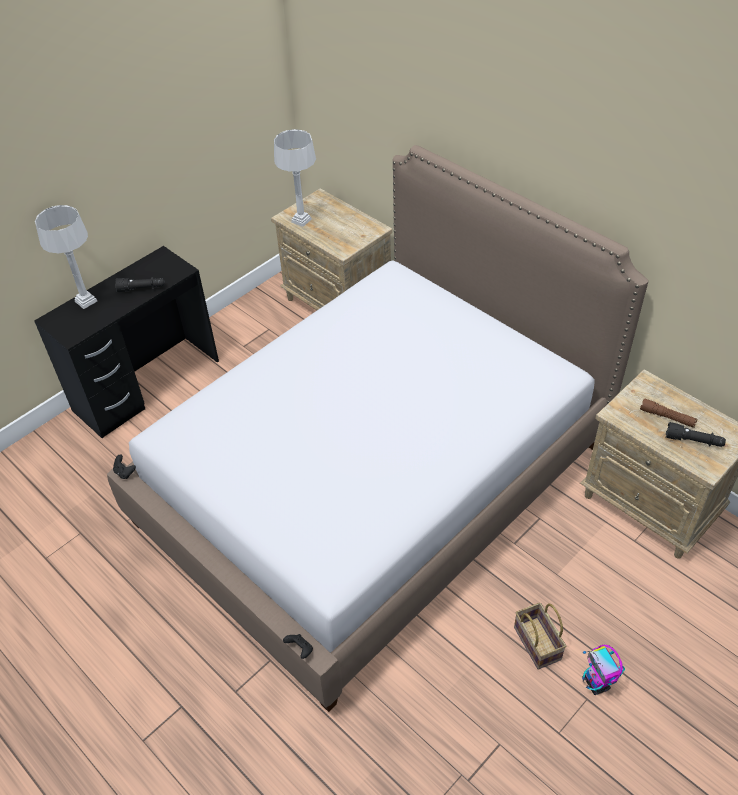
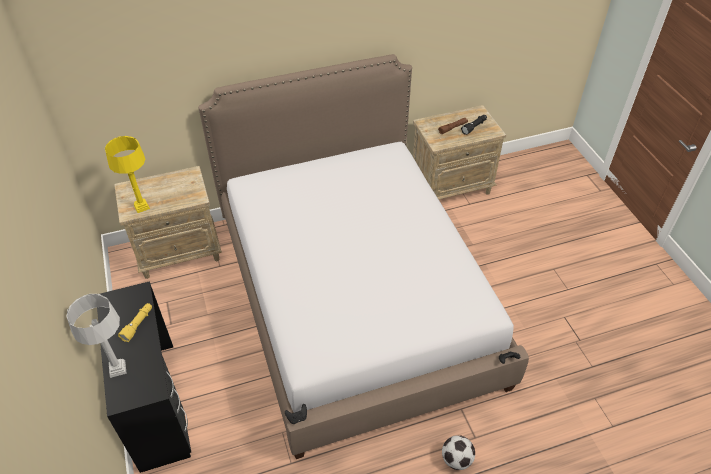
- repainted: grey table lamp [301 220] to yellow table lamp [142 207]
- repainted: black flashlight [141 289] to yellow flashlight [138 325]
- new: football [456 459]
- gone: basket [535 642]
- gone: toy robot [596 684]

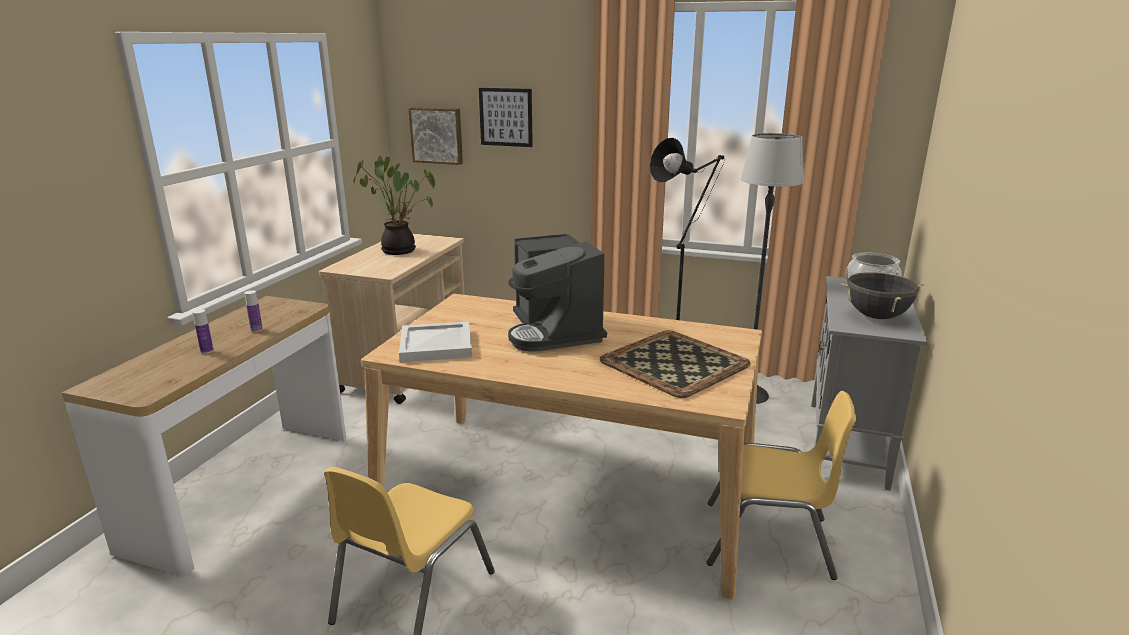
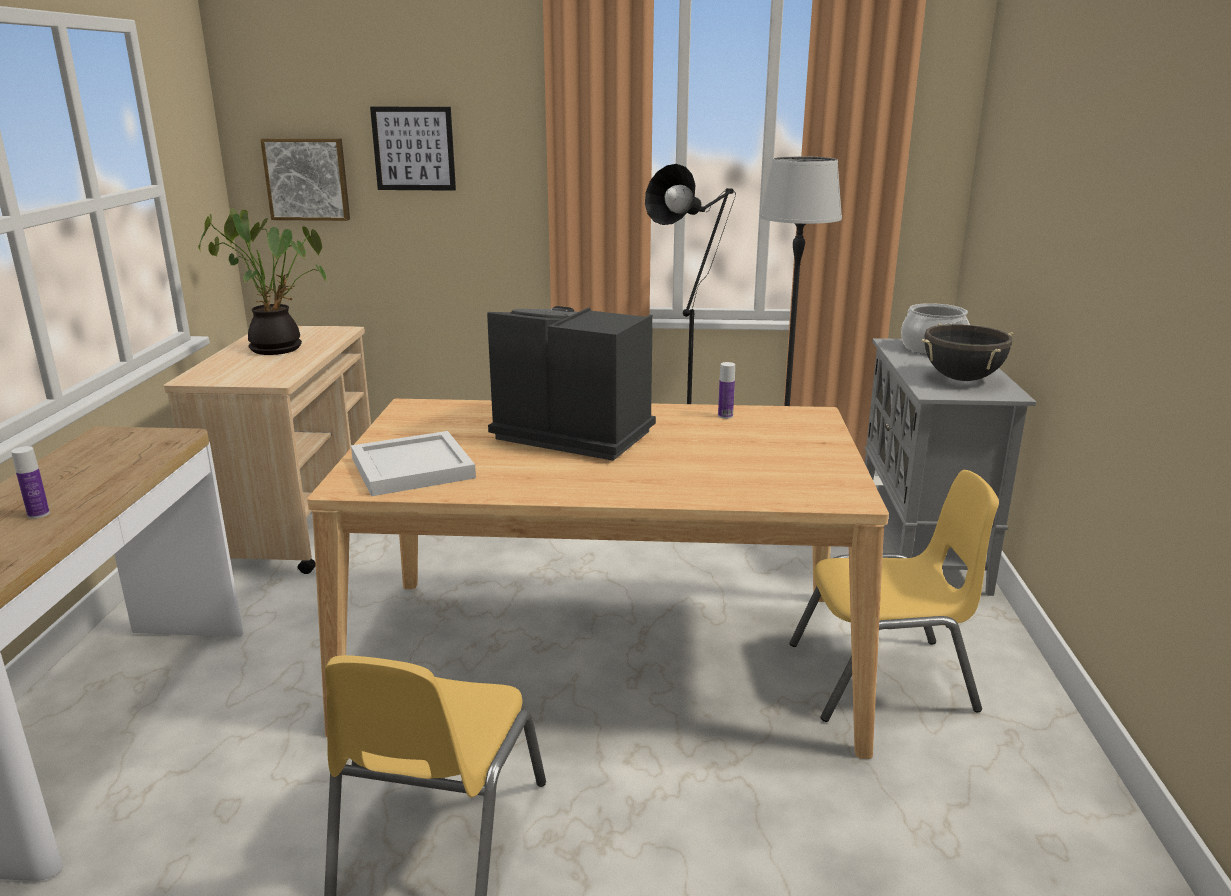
- rotated: coffee machine [554 331] = [571 434] 150 degrees clockwise
- shifted: bottle [256 329] to [725 416]
- gone: tray [674 364]

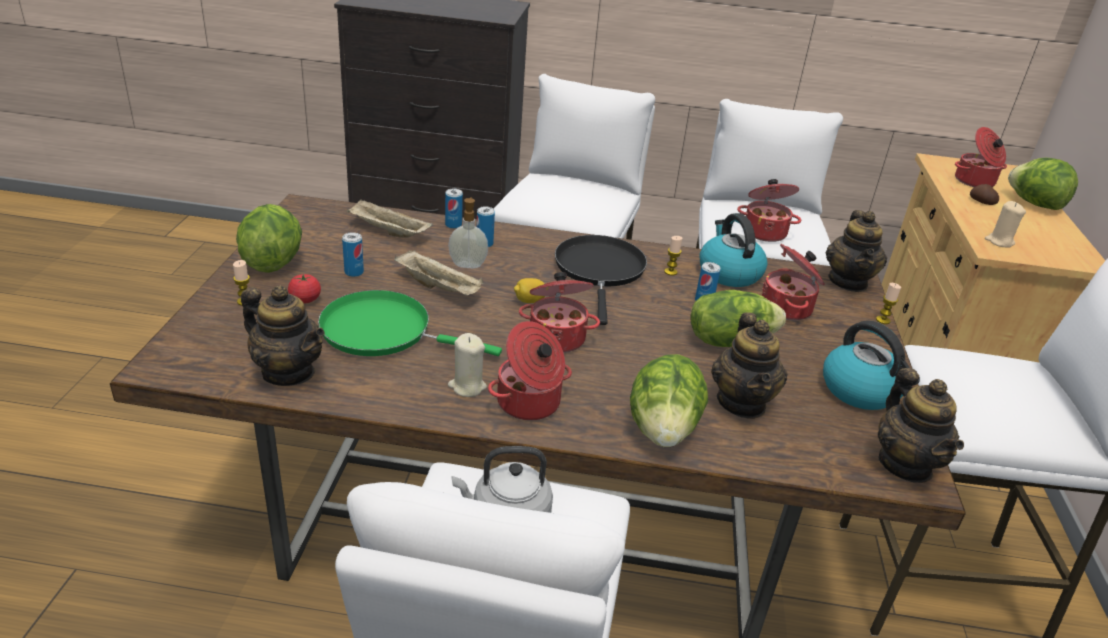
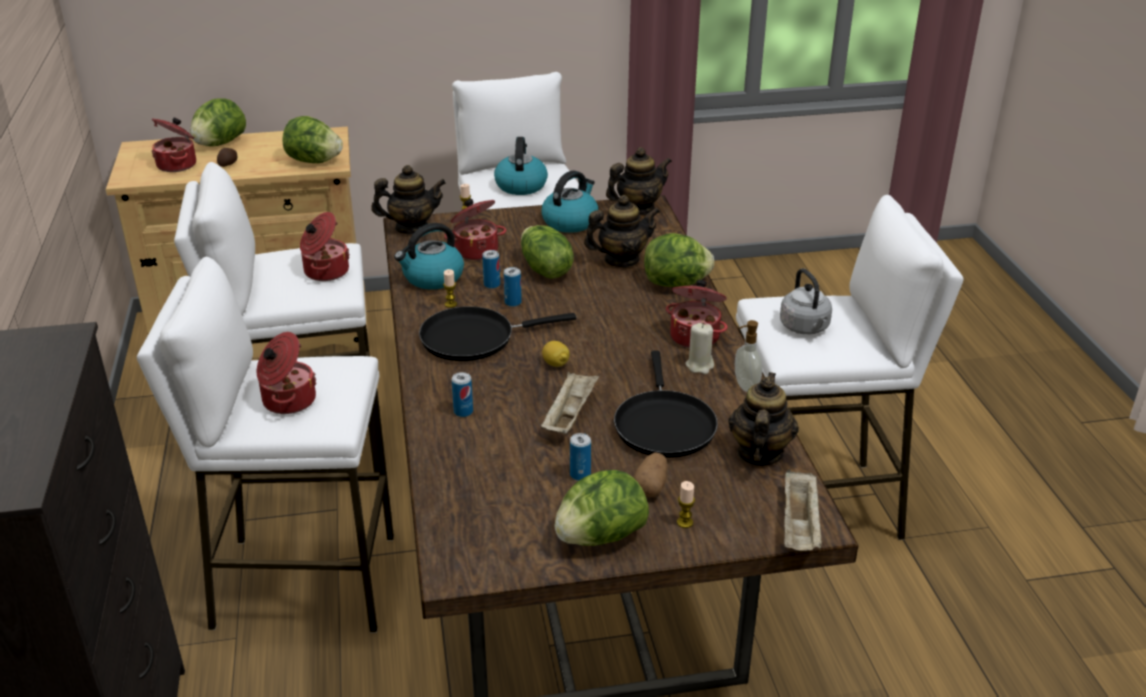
- shifted: cooking pot [557 337] to [287 400]
- swapped: beige candle [999 241] to lettuce [313 161]
- new: kettle [520 185]
- shifted: can [453 225] to [513 302]
- repainted: green frying pan [383 331] to black frying pan [663 424]
- swapped: tomato [305 300] to potato [651 486]
- shifted: soap dispenser [468 264] to [745 386]
- shifted: beige tray [387 231] to [800 526]

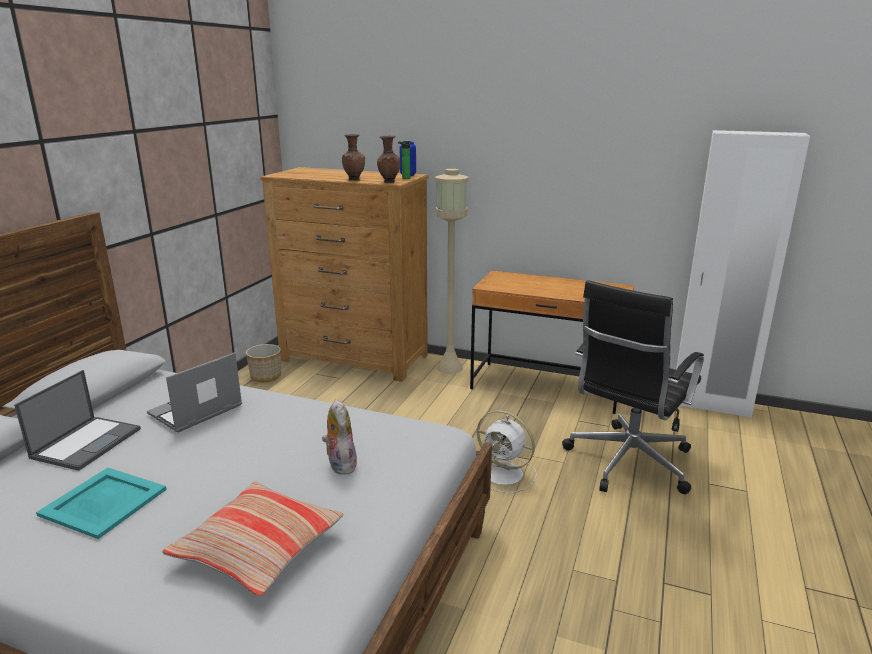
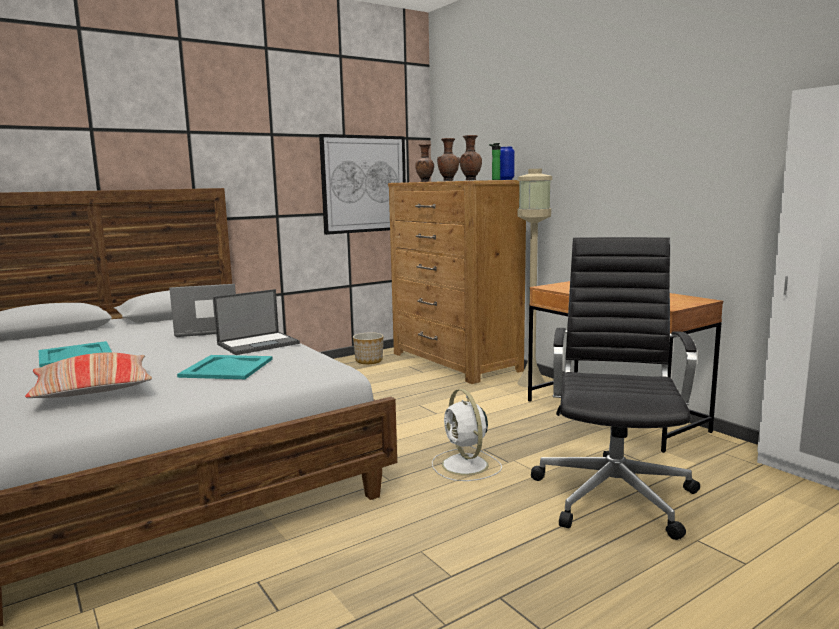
- swapped: plush toy [340 464] to turquoise tray [227 368]
- shifted: laptop [87 442] to [259 344]
- new: picture [364 184]
- new: brown vase [425 181]
- rotated: black office chair [627 463] = [614 493] 120 degrees clockwise

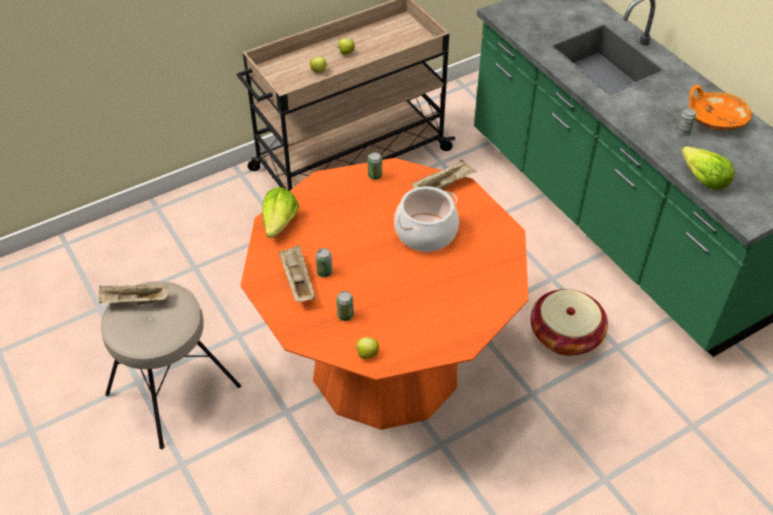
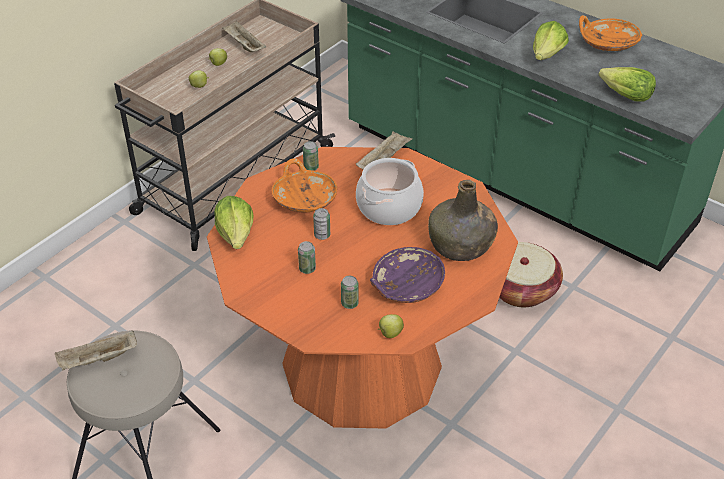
- shifted: beige tray [297 281] to [244 45]
- new: orange bowl [304 199]
- shifted: can [682 132] to [322 235]
- new: purple bowl [406 285]
- new: green bottle [461 245]
- new: lettuce [547 55]

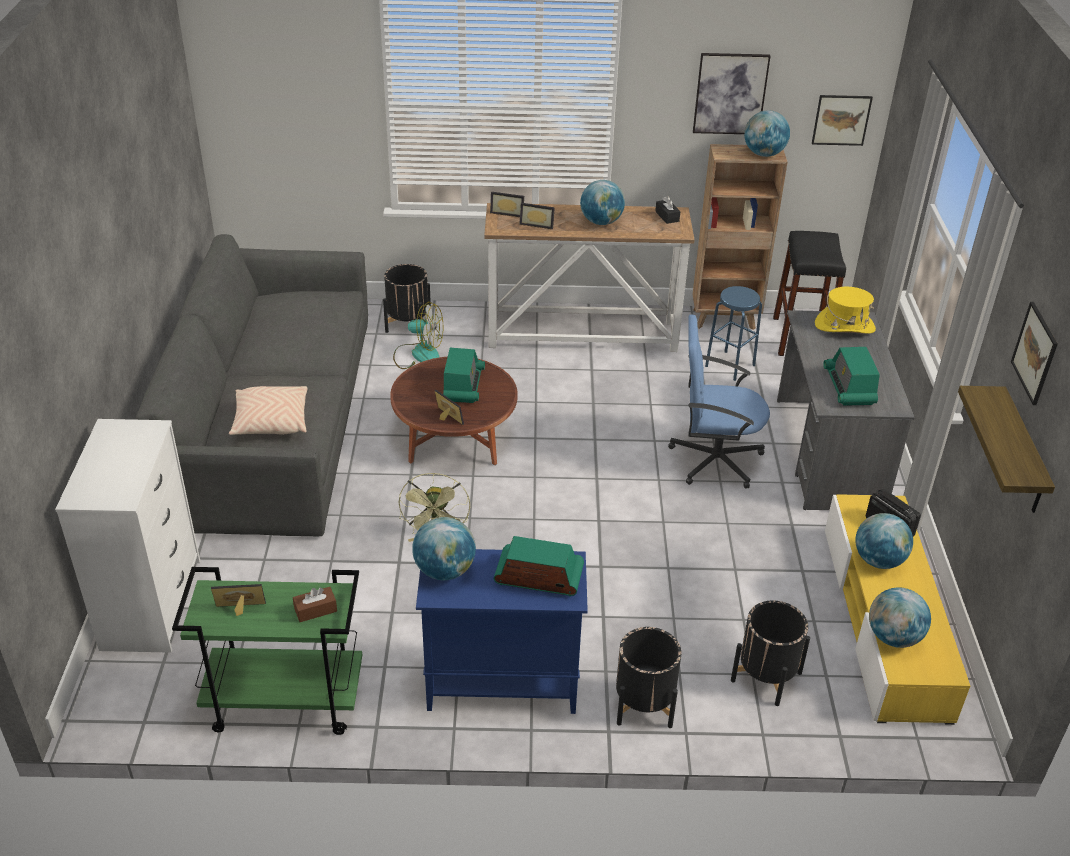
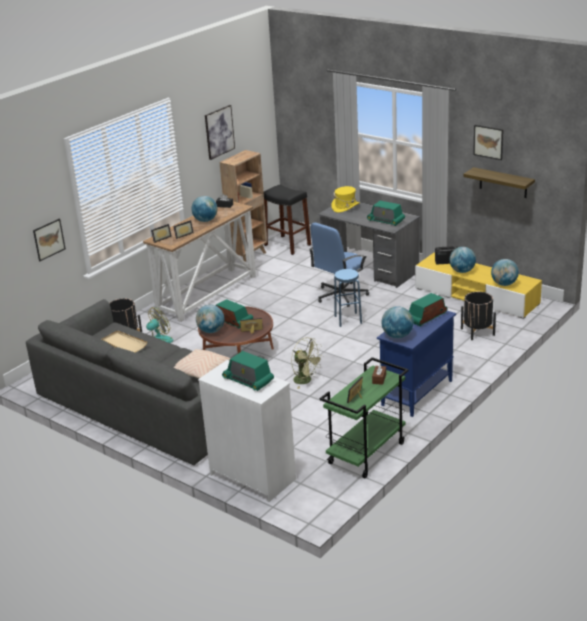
- shifted: picture [841 120] to [49 239]
- new: beige tray [123 344]
- shifted: globe [763 154] to [211 331]
- new: radio [248 380]
- shifted: blue stool [730 365] to [348 319]
- gone: black planter [644 704]

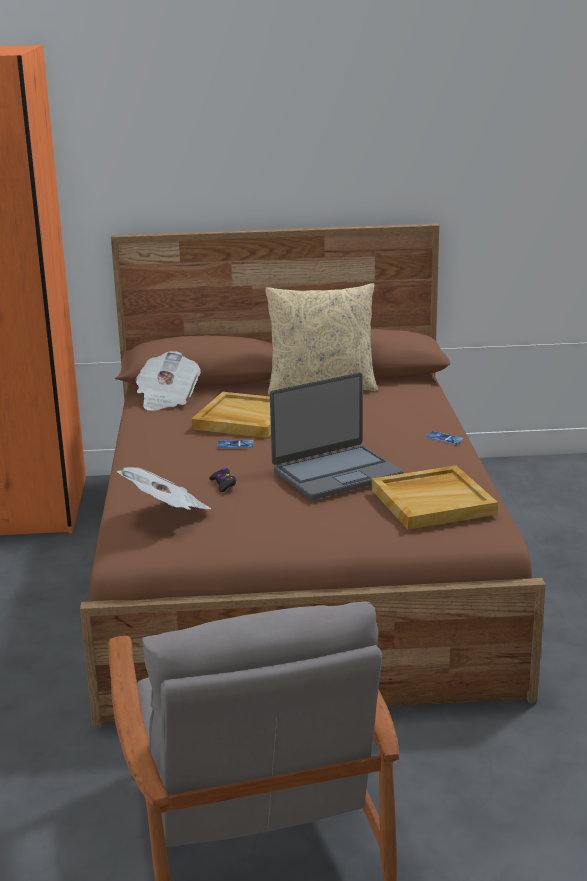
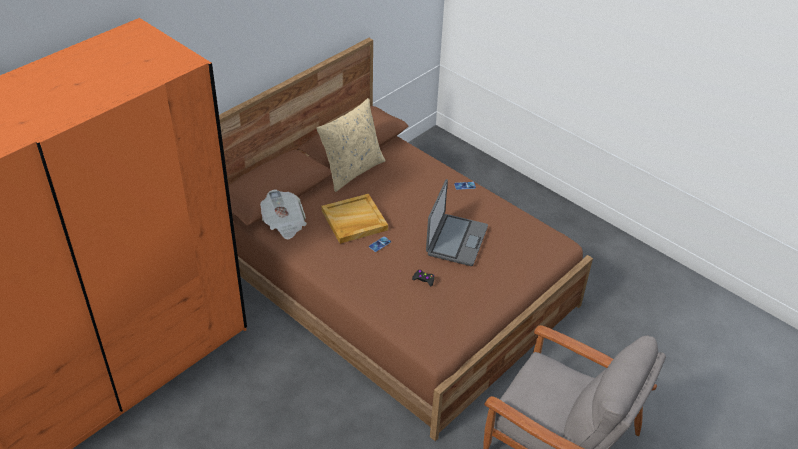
- gone: newspaper [166 510]
- gone: beige tray [433 501]

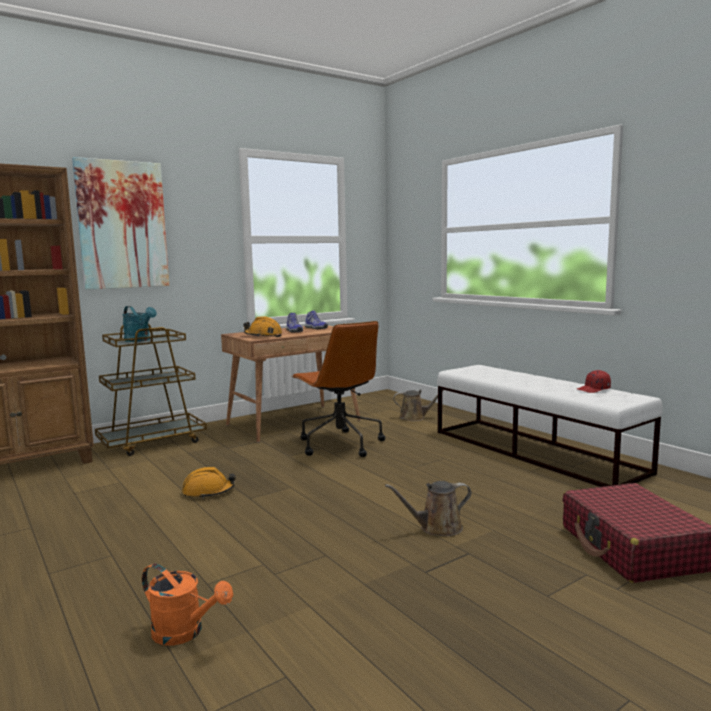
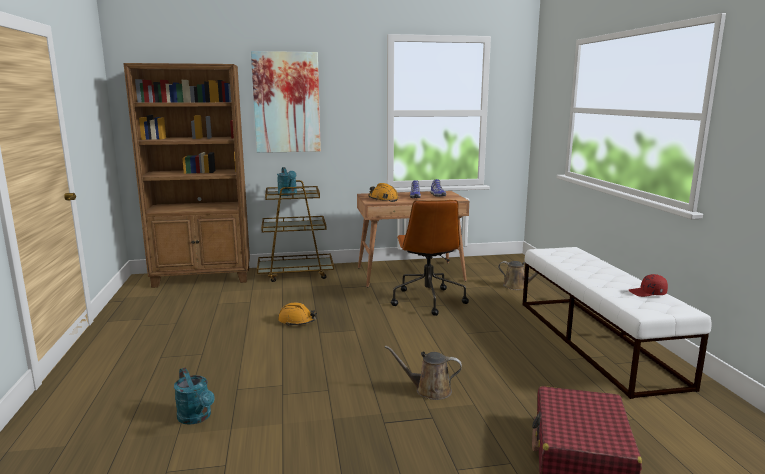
- repainted: orange watering can [185 632] to turquoise watering can [197 418]

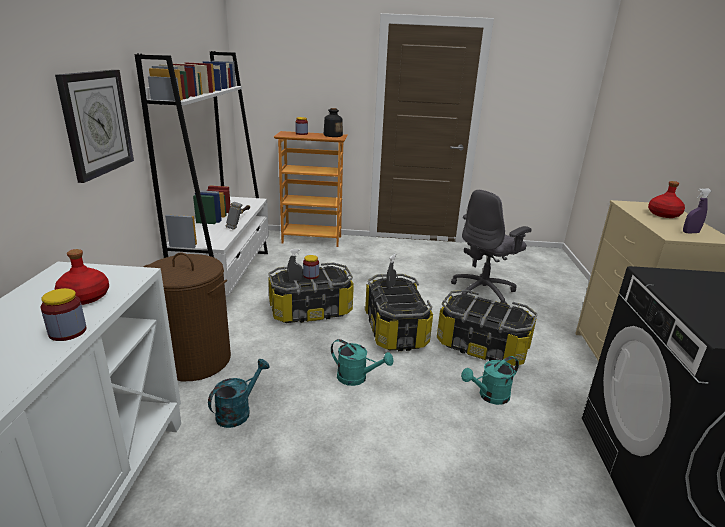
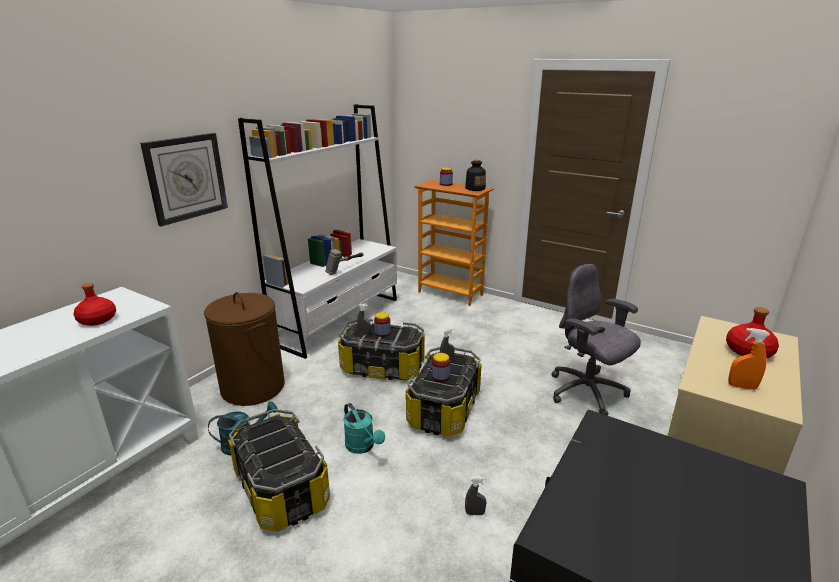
- shifted: storage box [482 347] to [280 489]
- shifted: jar [67 332] to [440 376]
- swapped: turquoise watering can [489 396] to grey spray bottle [475 513]
- rotated: grey office chair [484 291] = [587 393] 60 degrees clockwise
- repainted: purple spray bottle [690 232] to orange spray bottle [742 386]

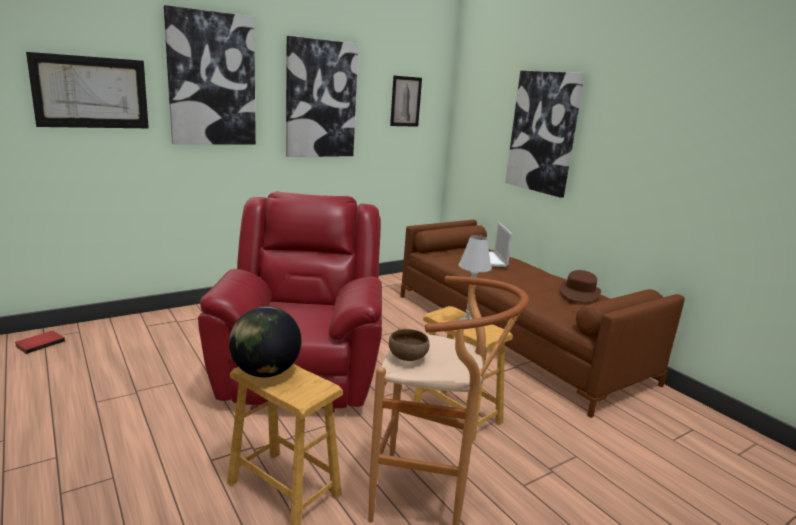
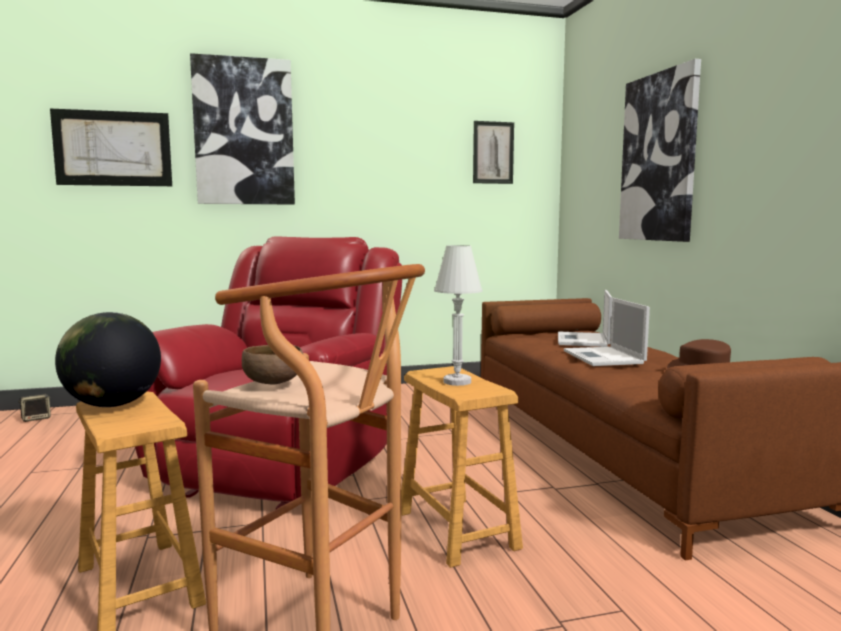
- swapped: red book [39 343] to speaker [36 418]
- new: laptop [604 357]
- gone: picture [321 99]

